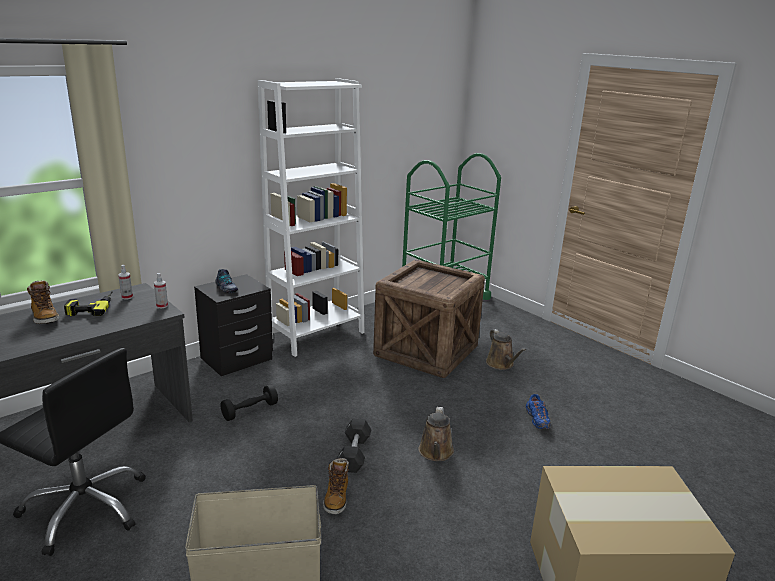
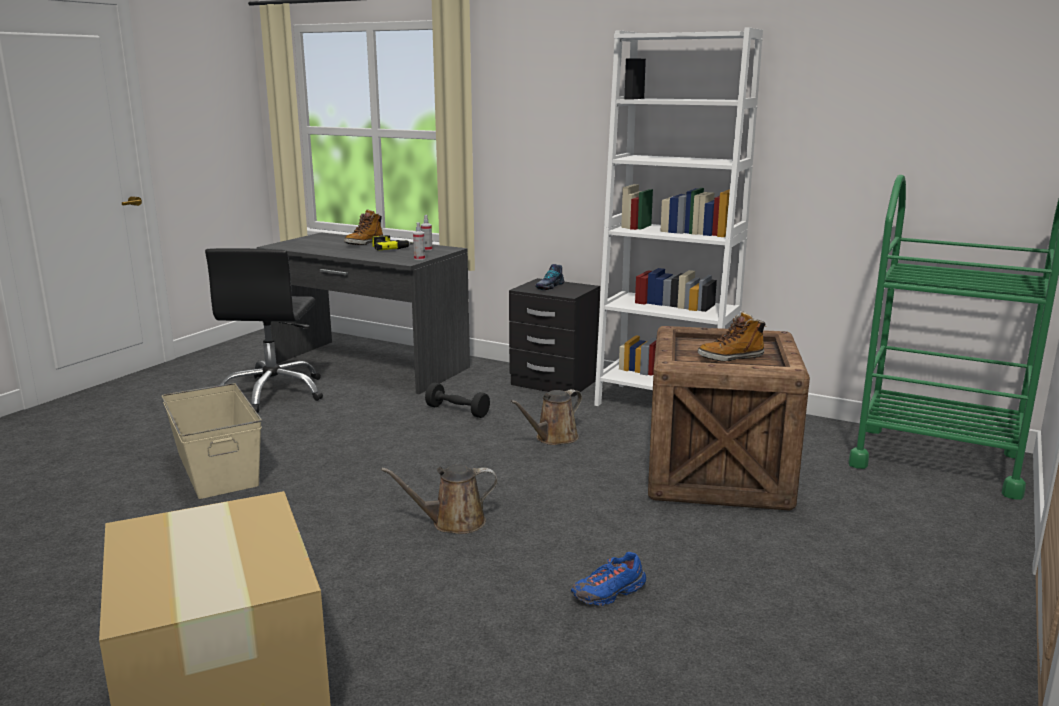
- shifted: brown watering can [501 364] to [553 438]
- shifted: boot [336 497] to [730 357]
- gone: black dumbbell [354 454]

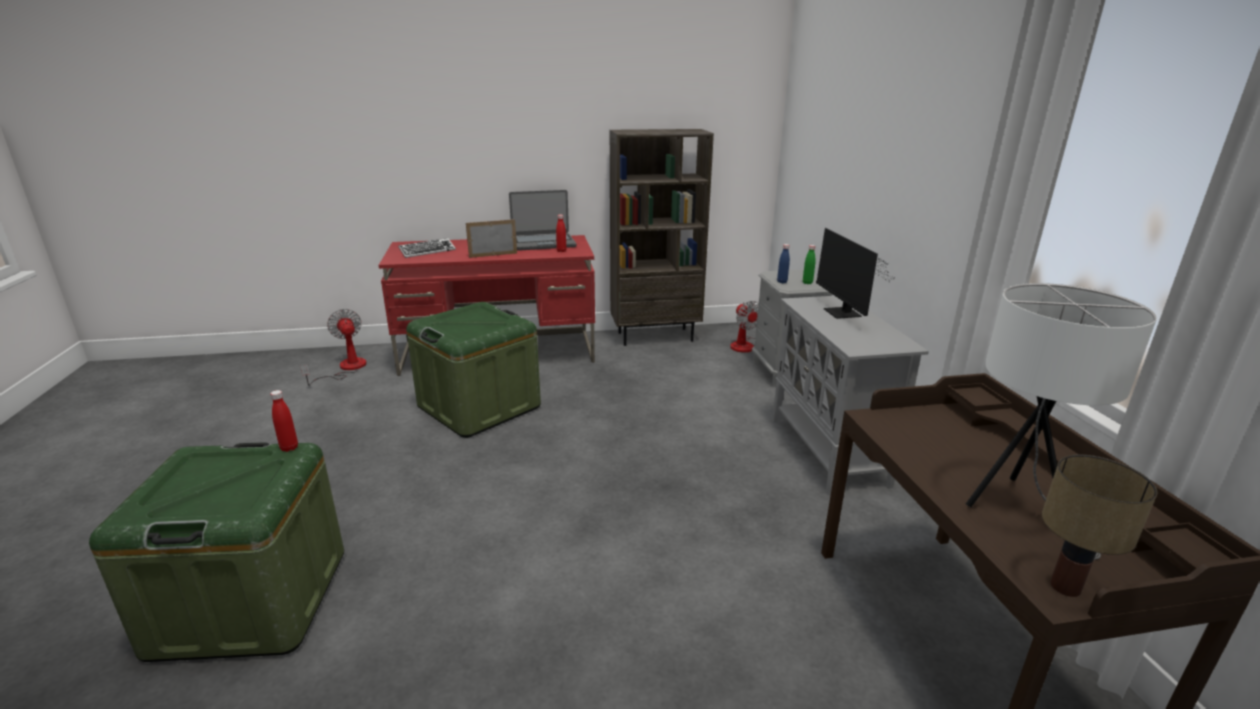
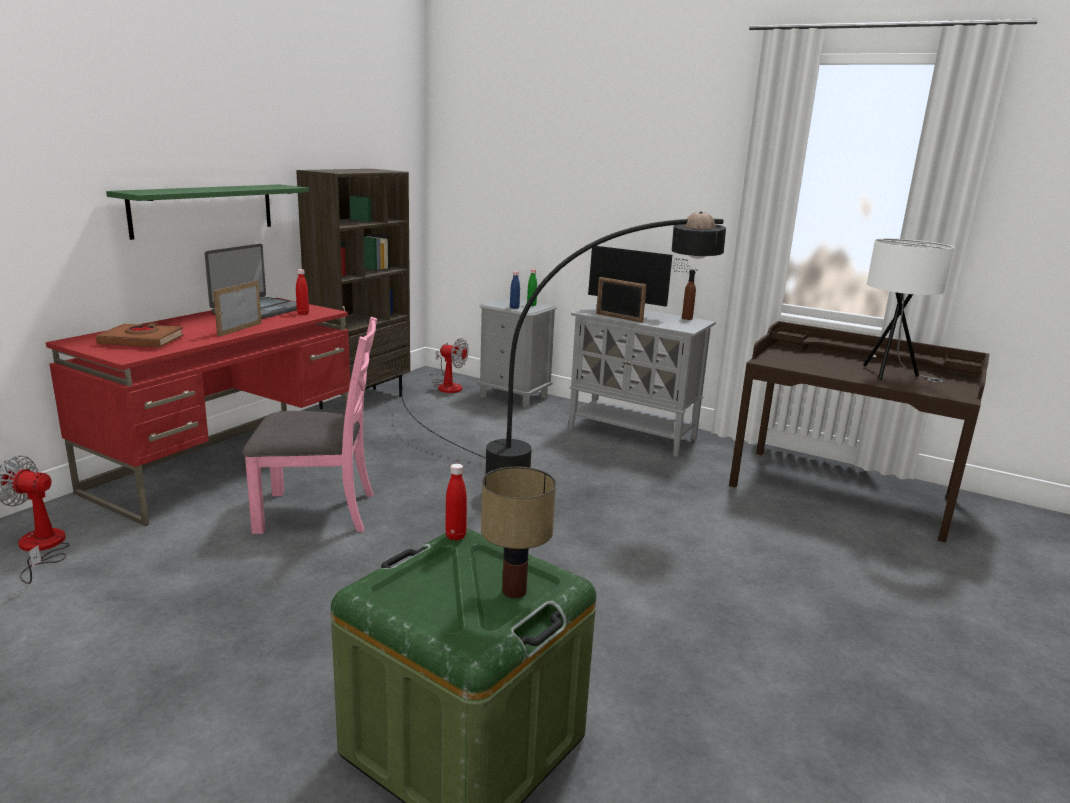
- swapped: keyboard [427 251] to brown book [142 341]
- new: green shelf [203 210]
- swapped: green storage box [479 407] to pink chair [318 511]
- new: black floor lamp [556 481]
- shifted: table lamp [1065 588] to [515 592]
- new: picture frame [619 317]
- new: brown bottle [687 318]

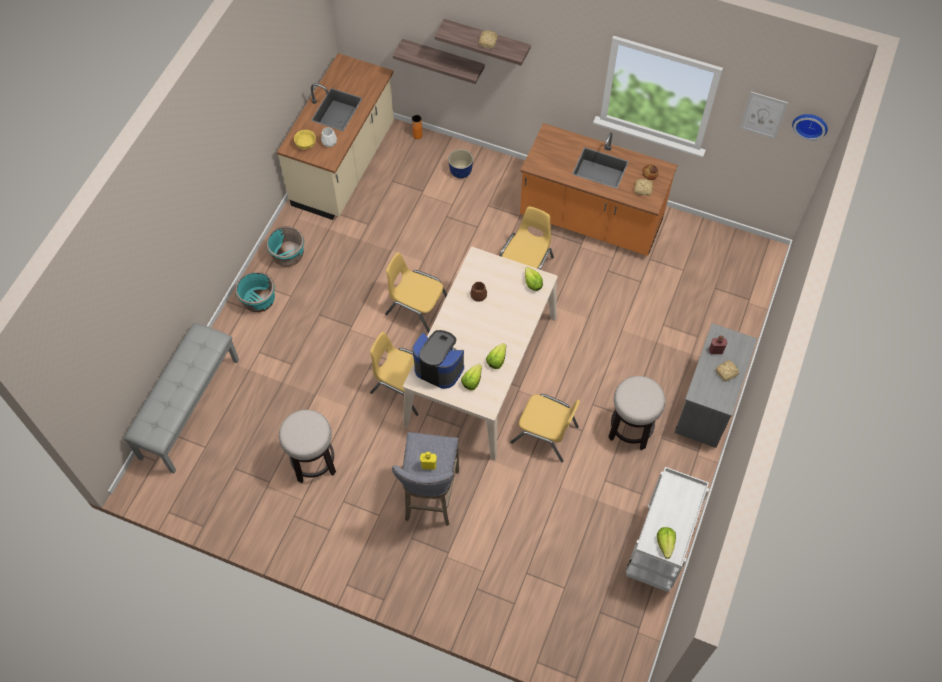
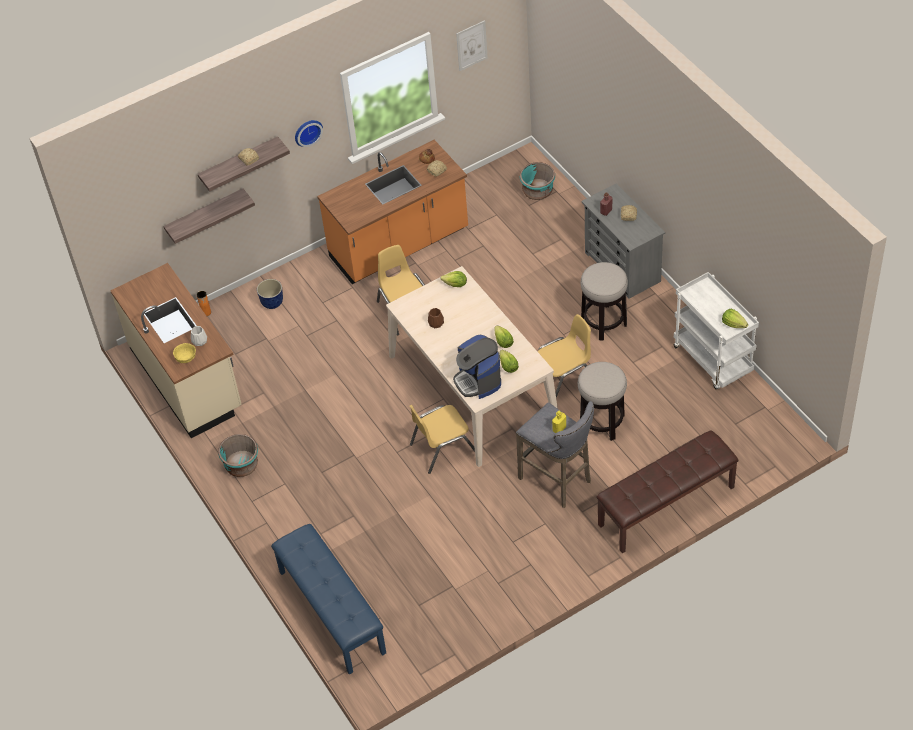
- repainted: grey bench [189 408] to blue bench [331 612]
- shifted: wall clock [810 124] to [307 131]
- rotated: coffee machine [439 367] = [478 380] 90 degrees counterclockwise
- shifted: turquoise planter [258 300] to [537 191]
- shifted: stool [313 462] to [602 423]
- new: brown bench [666 506]
- gone: yellow chair [417 308]

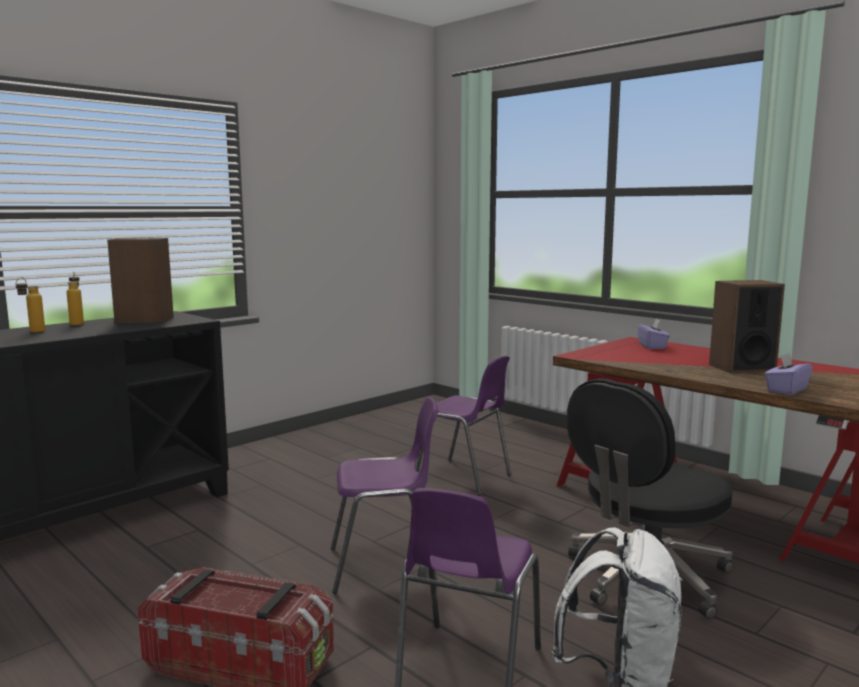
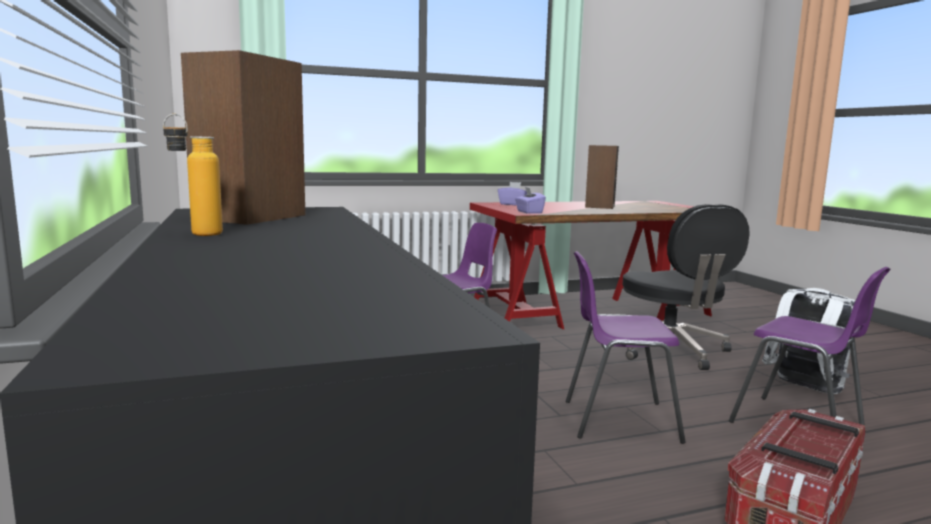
- shifted: purple tissue box [786 390] to [529 212]
- rotated: purple chair [385 566] = [617 420] 105 degrees counterclockwise
- gone: bottle [32 332]

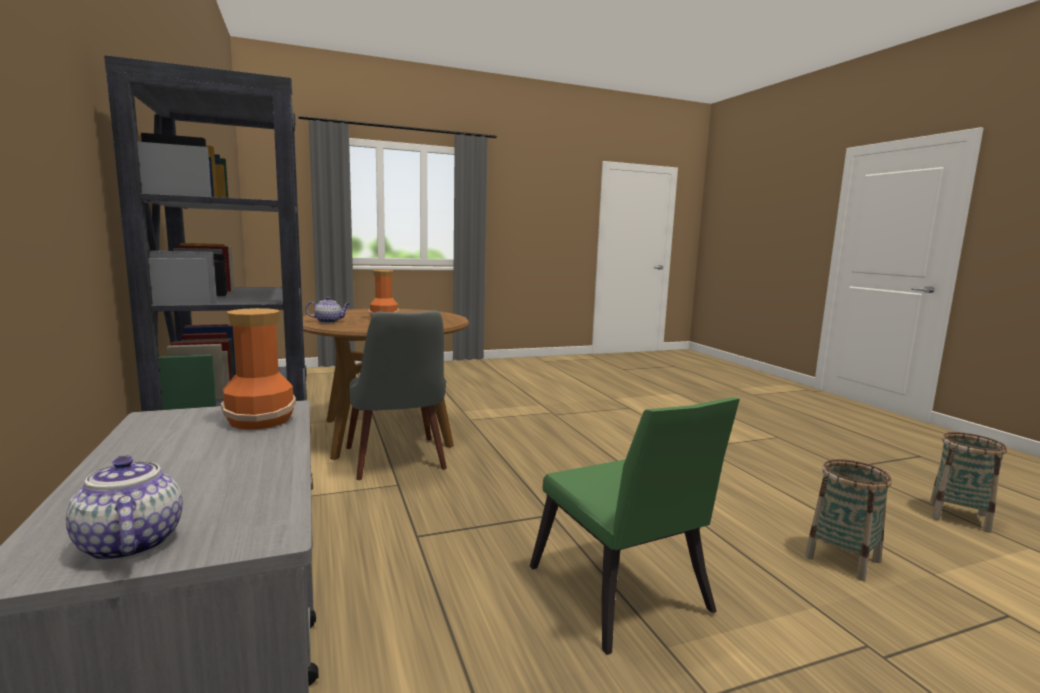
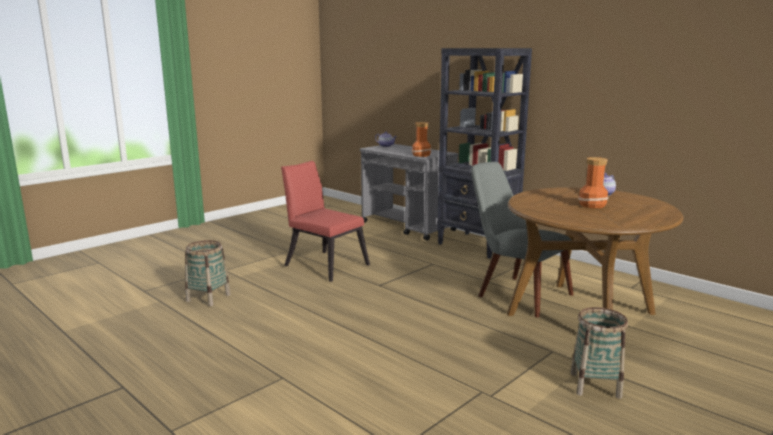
- repainted: green chair [622 597] to red chair [324 264]
- shifted: basket [959 517] to [595 385]

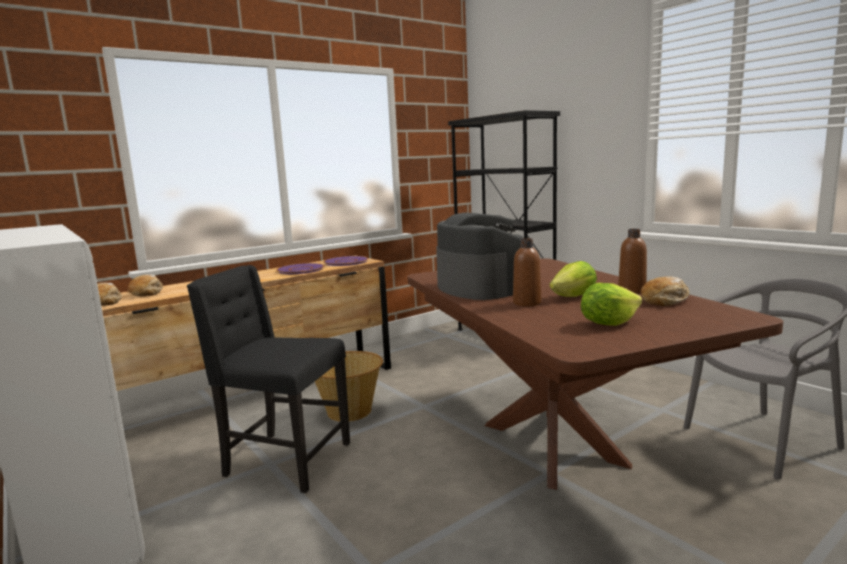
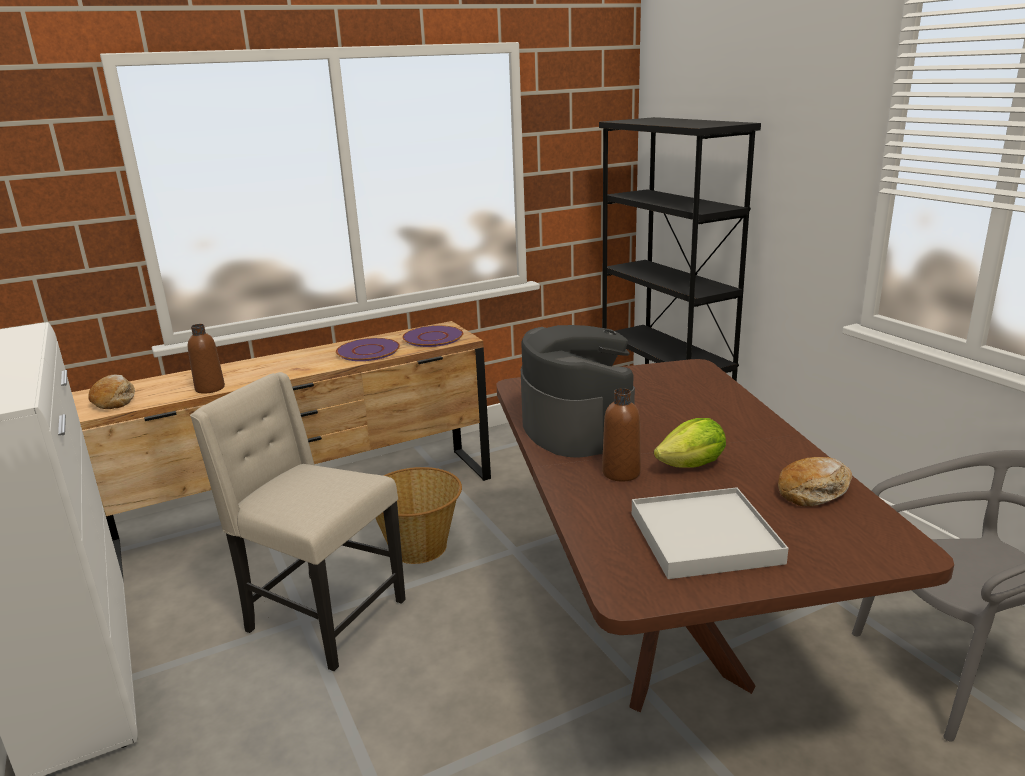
- shifted: brown bottle [632 290] to [210 388]
- repainted: black chair [285 461] to beige chair [322 617]
- swapped: lettuce [608 323] to white tray [704 537]
- gone: bread [147 292]

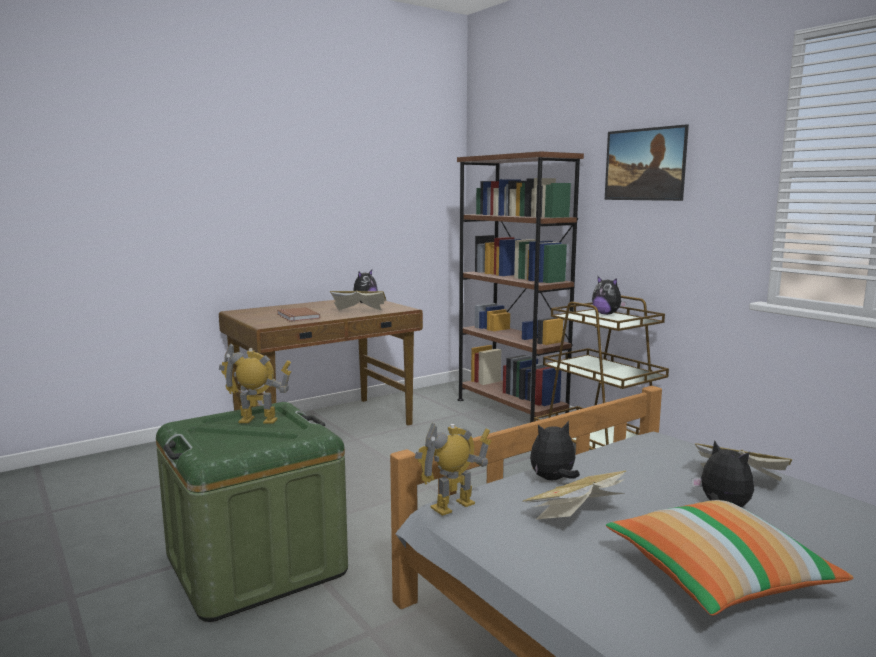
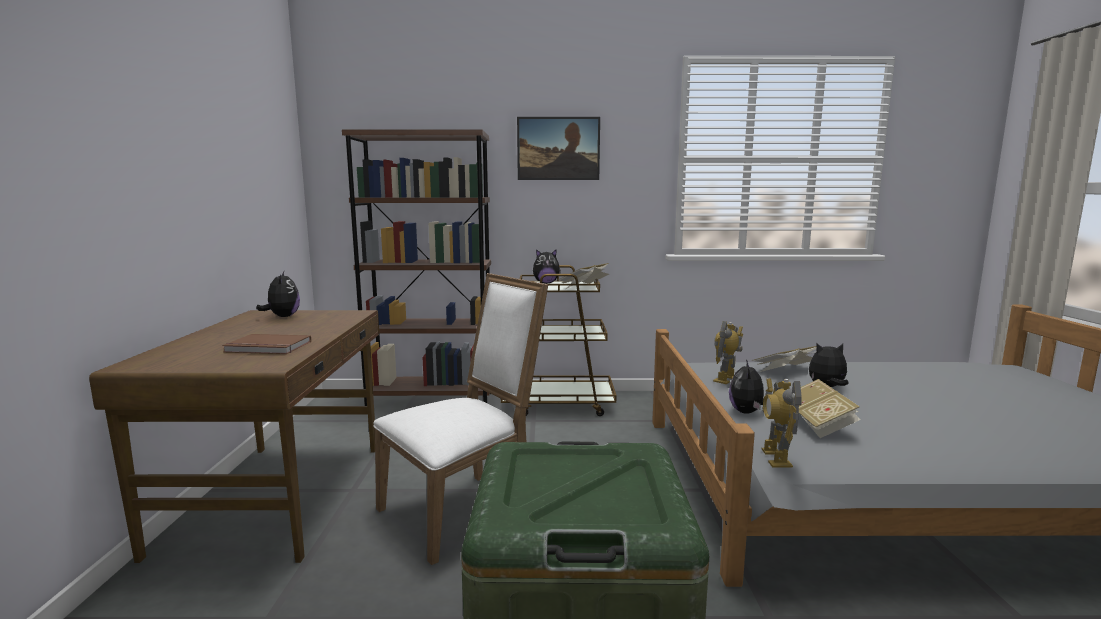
- new: white chair [463 509]
- shifted: book [358 312] to [585 287]
- shifted: toy robot [258 420] to [726 379]
- gone: pillow [717 577]

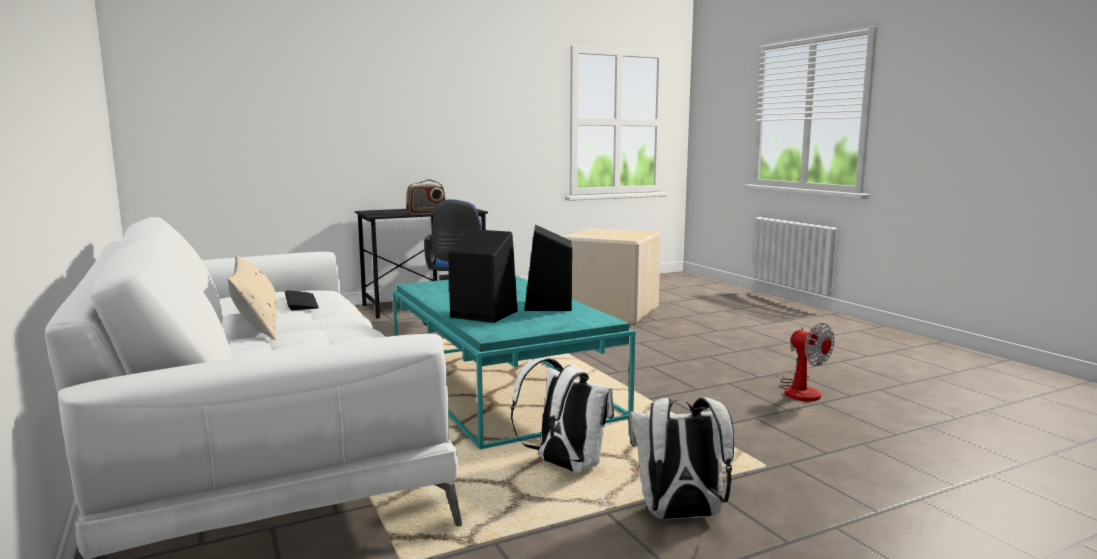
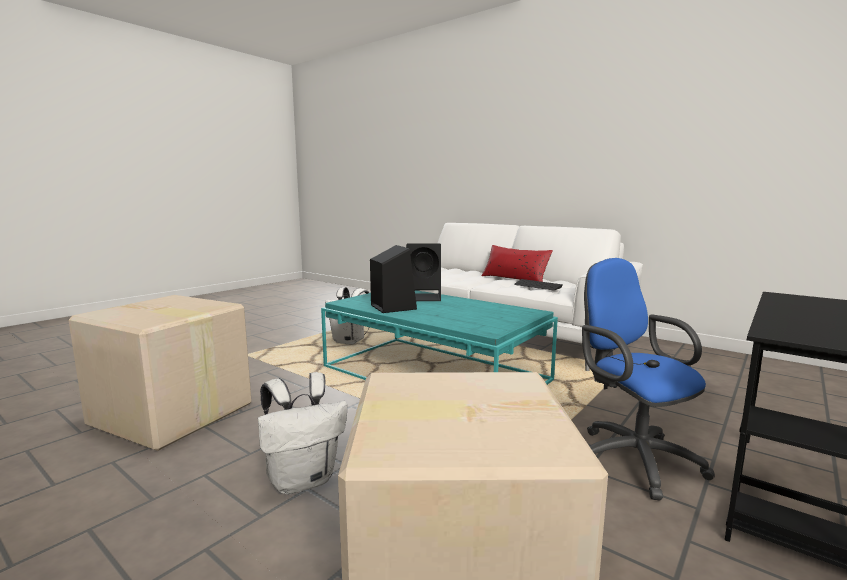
- swapped: fan [801 390] to cardboard box [172 415]
- shifted: white backpack [679 515] to [303 479]
- repainted: beige pillow [257 324] to red pillow [514 279]
- gone: radio [426 213]

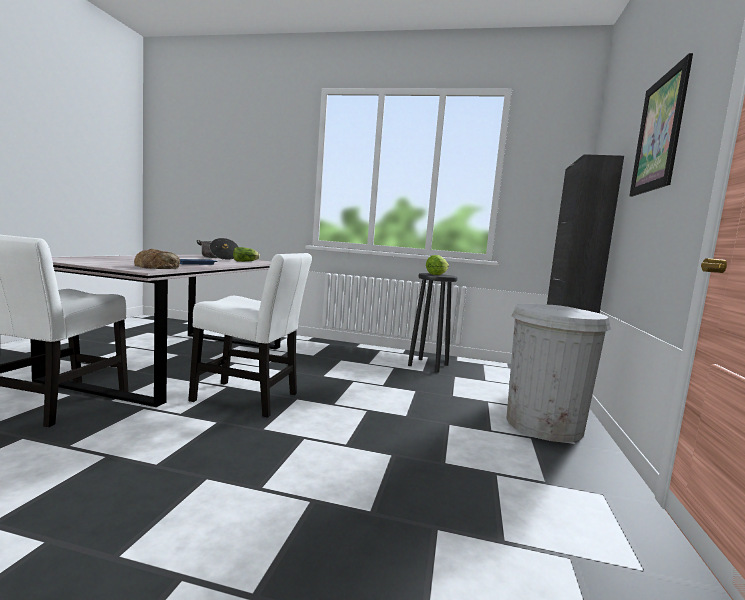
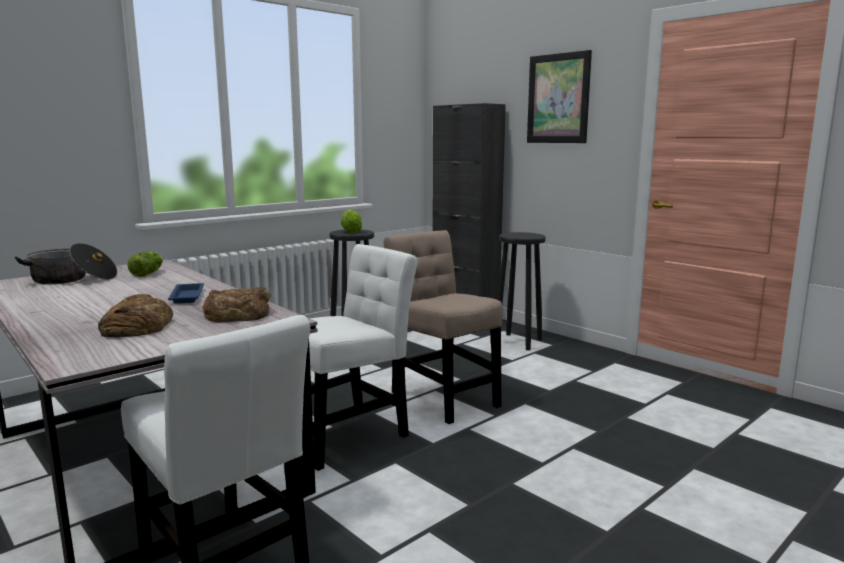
- new: bread [137 326]
- new: beige chair [442 397]
- swapped: white trash can [544 425] to black stool [518 342]

